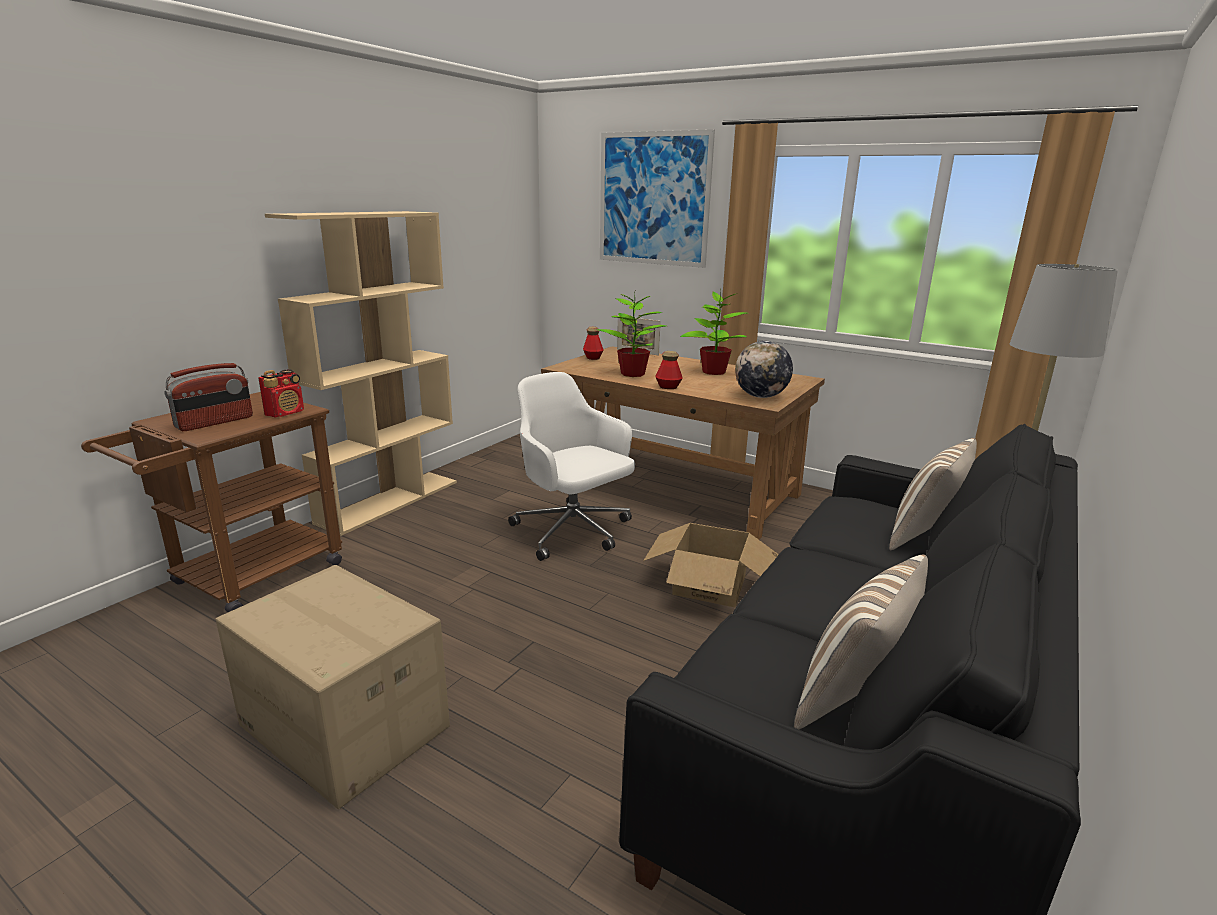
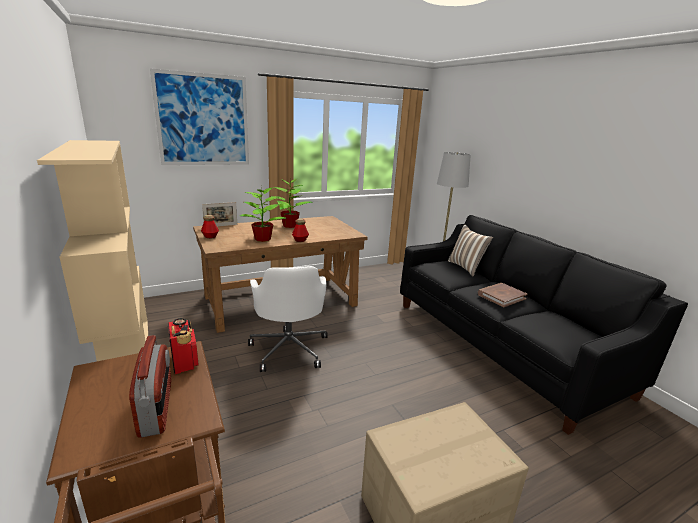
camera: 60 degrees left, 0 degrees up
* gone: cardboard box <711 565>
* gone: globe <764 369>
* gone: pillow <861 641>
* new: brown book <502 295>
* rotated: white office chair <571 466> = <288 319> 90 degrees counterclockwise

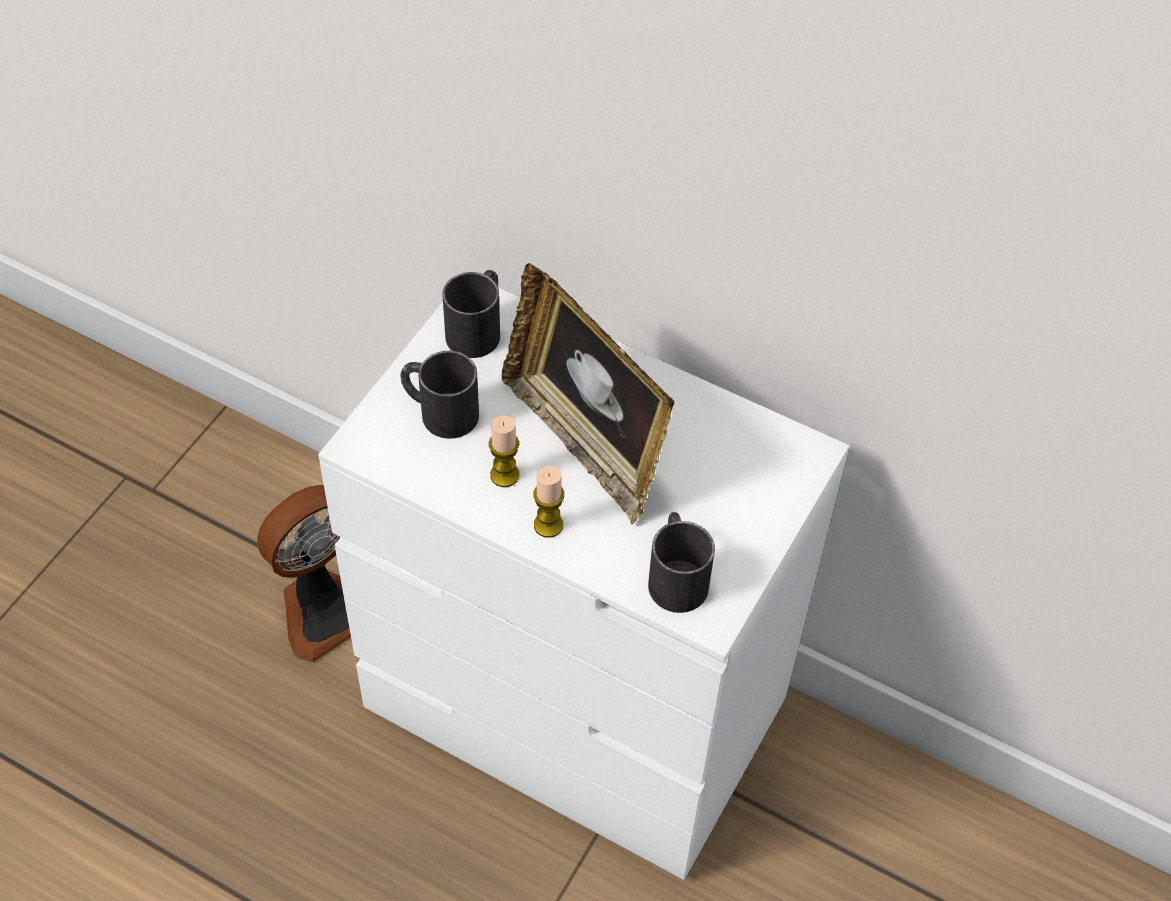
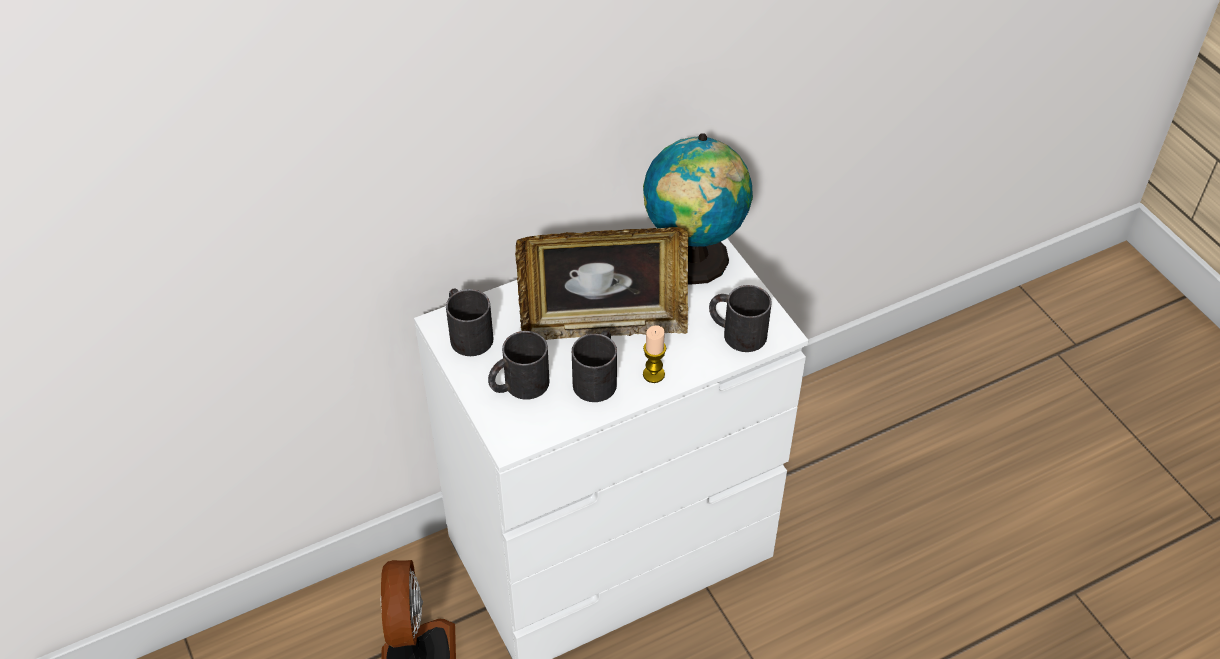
camera: 55 degrees left, 5 degrees down
* new: globe <698 209>
* swapped: candle <504 451> to black mug <594 366>

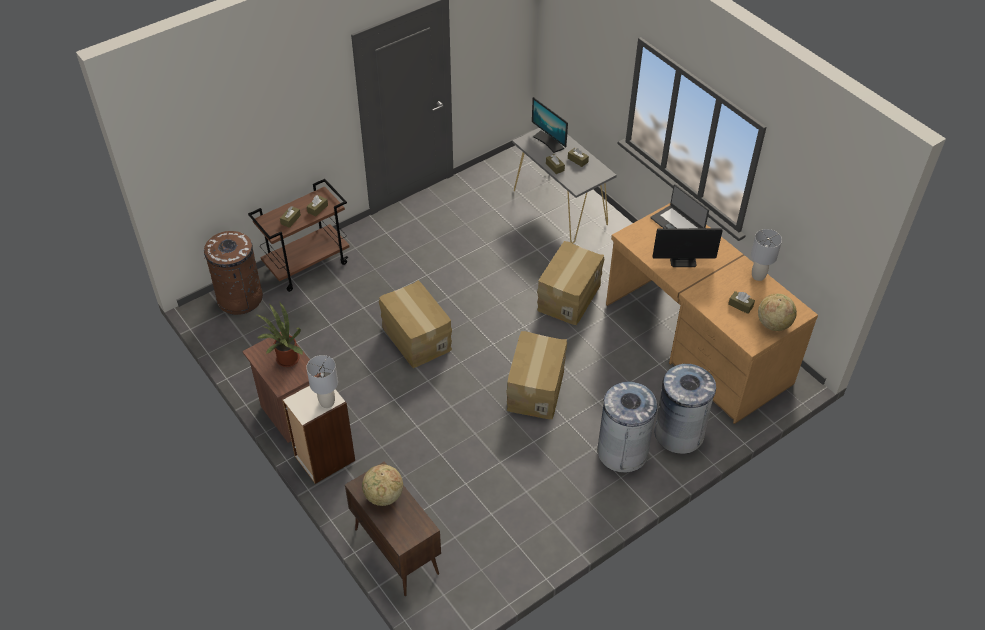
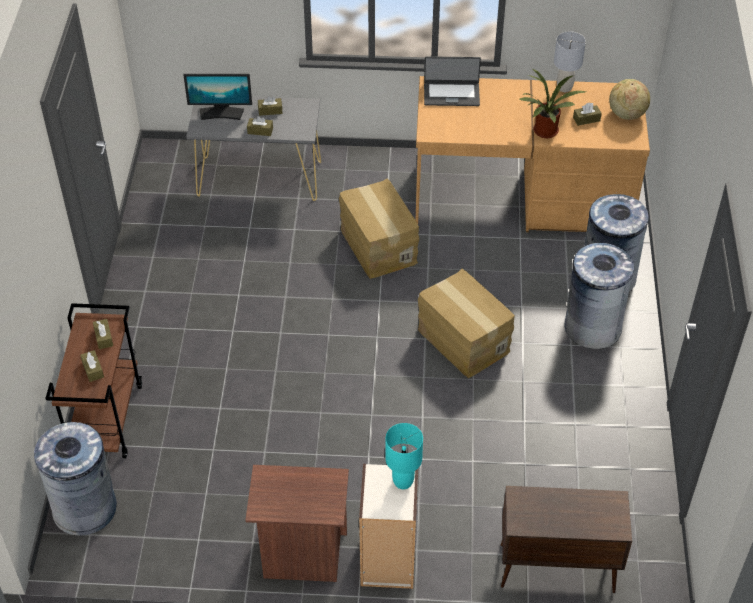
camera: 50 degrees left, 0 degrees up
* gone: globe <382 485>
* gone: cardboard box <415 324>
* gone: monitor <688 247>
* shifted: potted plant <280 335> to <553 103>
* repainted: brown trash can <233 273> to grey trash can <75 479>
* repainted: grey table lamp <322 381> to turquoise table lamp <404 456>

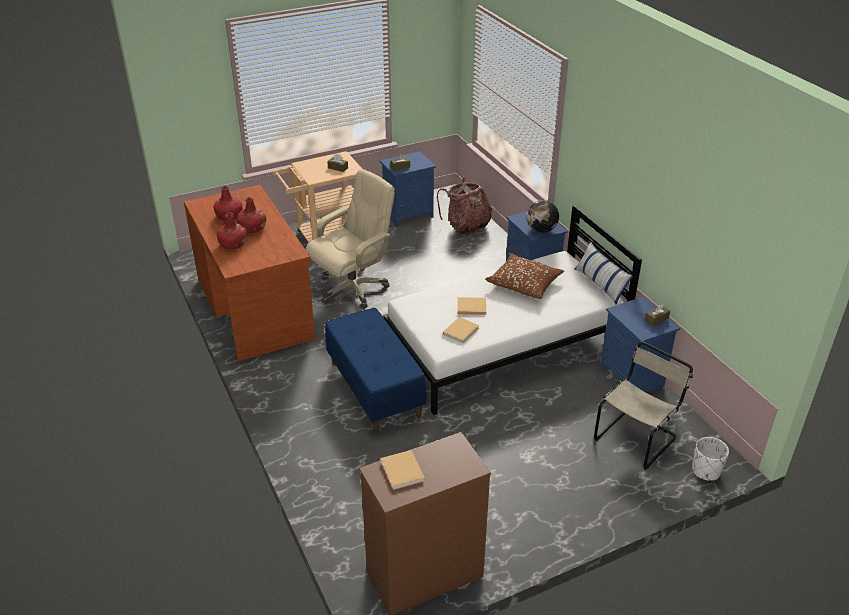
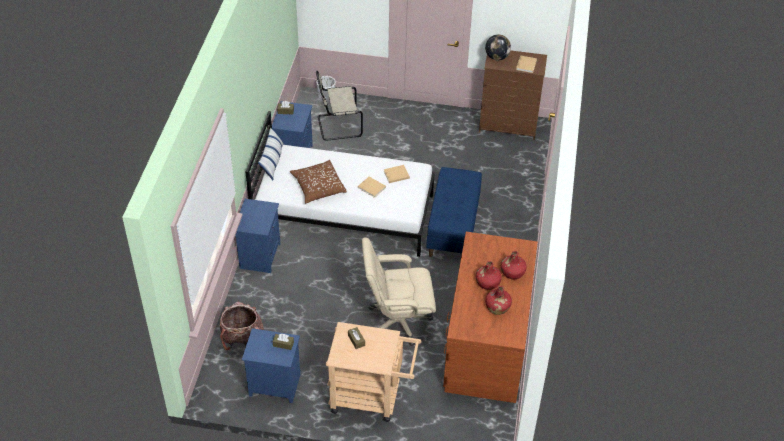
camera: 145 degrees left, 10 degrees up
* shifted: globe <543 216> to <498 47>

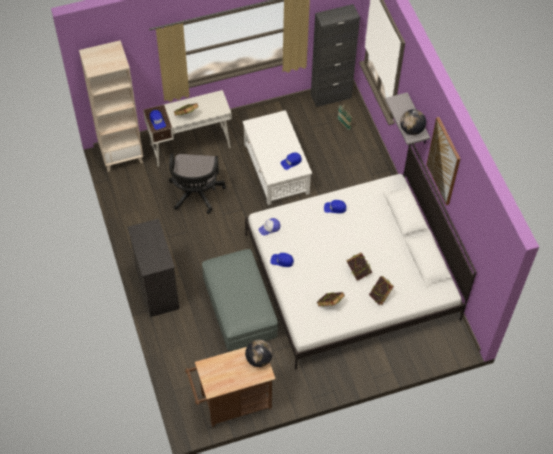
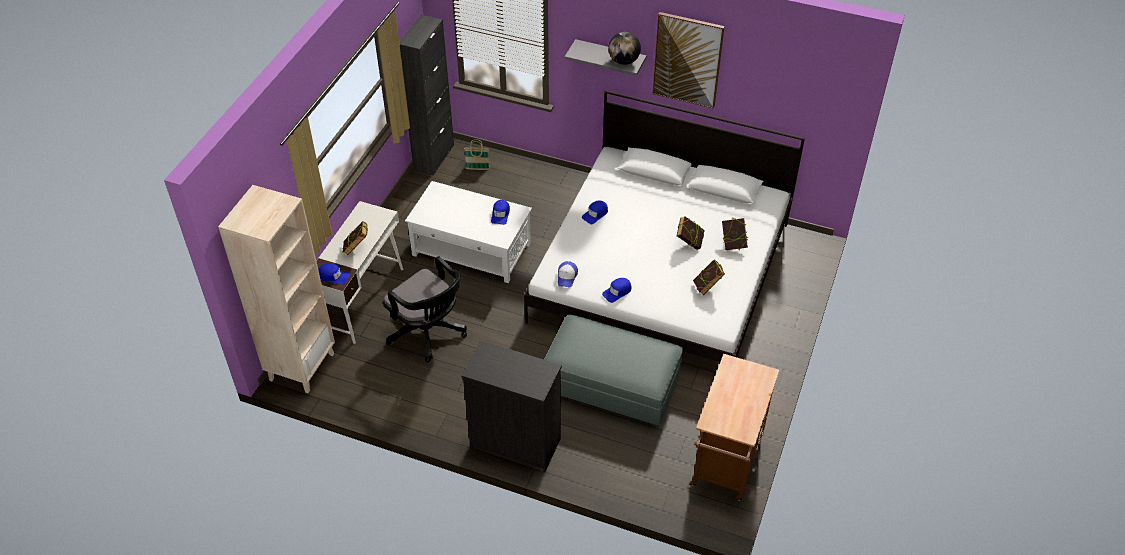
camera: 50 degrees left, 10 degrees down
* gone: globe <259 353>

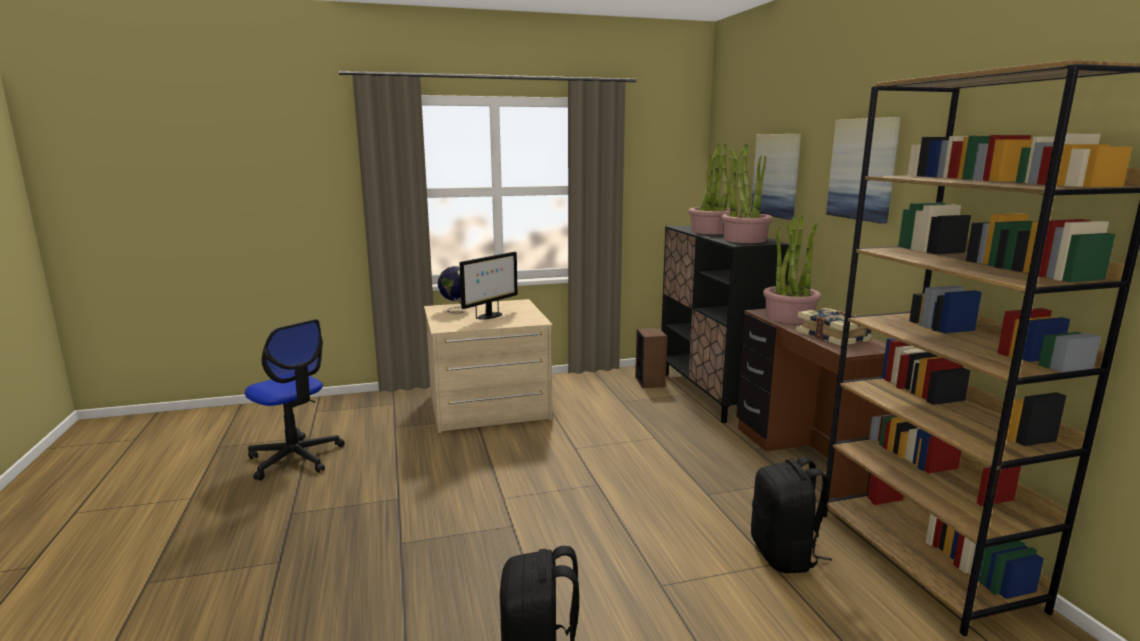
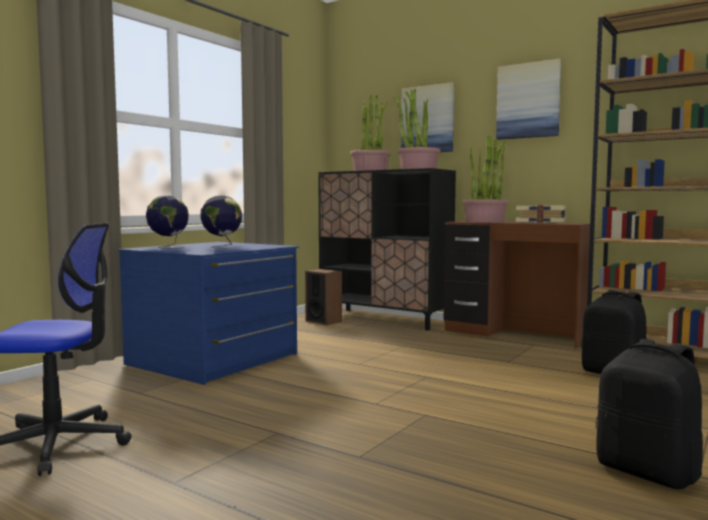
camera: 40 degrees left, 10 degrees down
* swapped: monitor <488 286> to globe <221 222>
* repainted: beige dresser <488 366> to blue dresser <208 313>

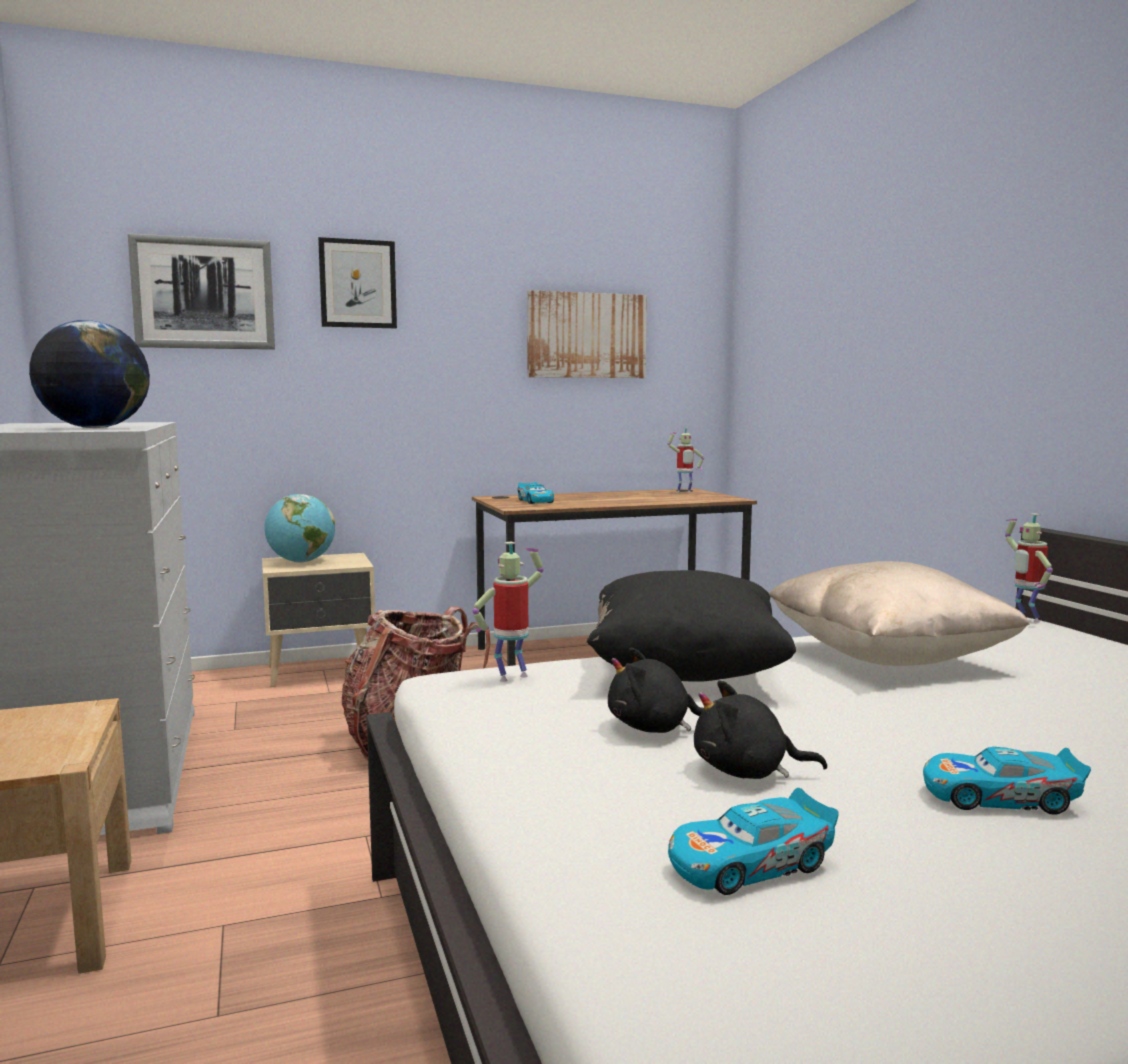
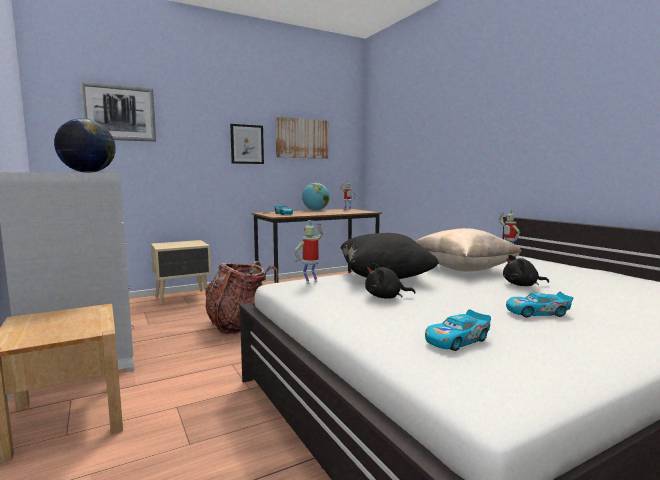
camera: 10 degrees left, 0 degrees up
* shifted: globe <300 528> to <316 197>
* shifted: picture <357 282> to <247 144>
* shifted: black plush toy <760 729> to <526 270>

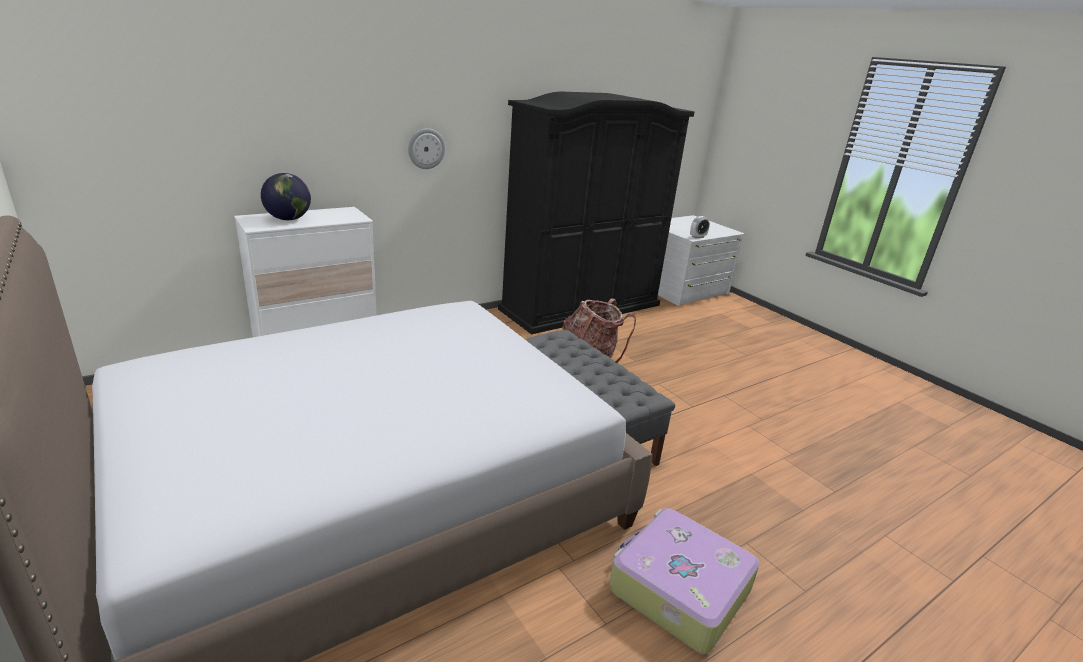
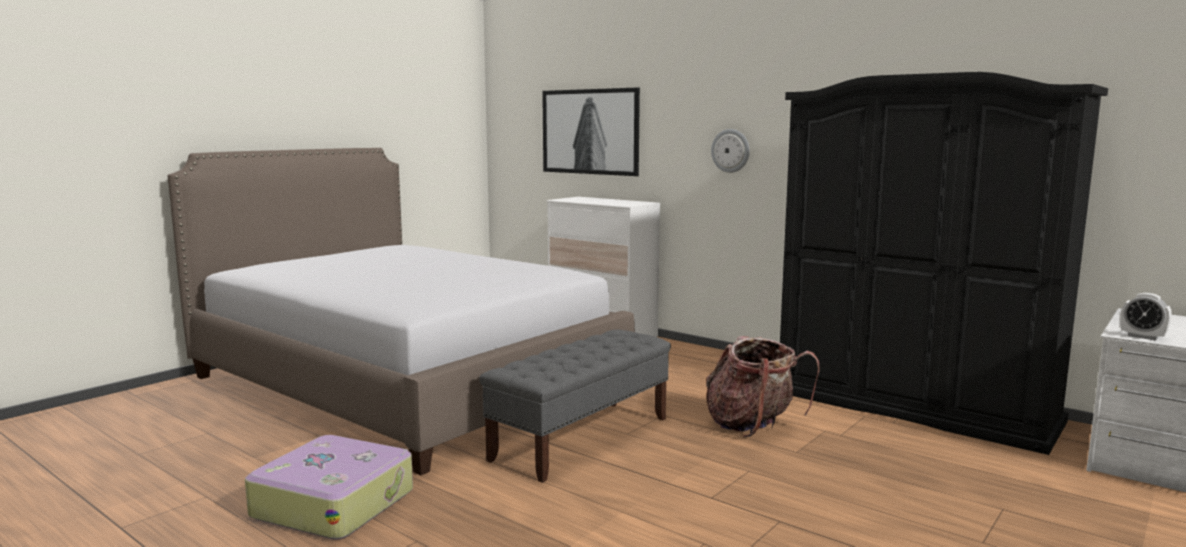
camera: 75 degrees right, 15 degrees down
* gone: globe <286 196>
* new: picture <591 131>

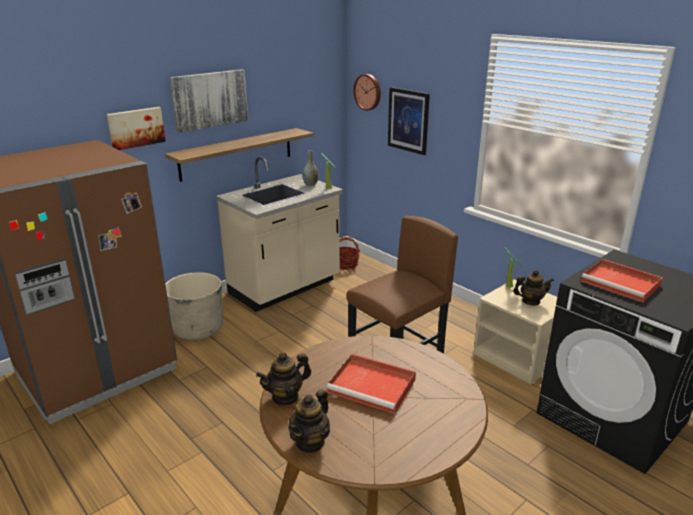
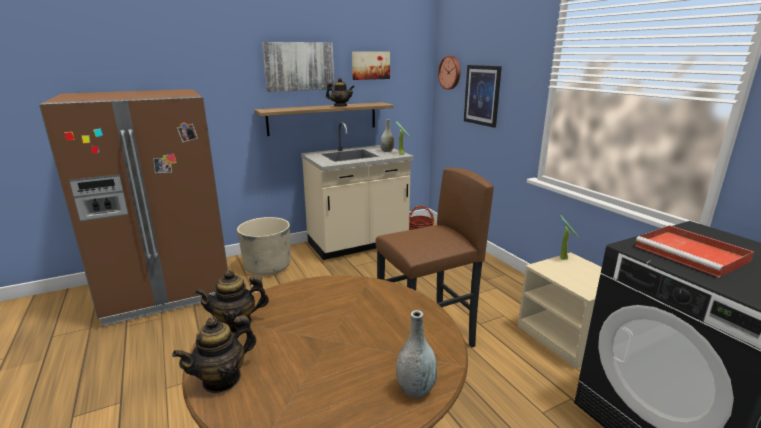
camera: 15 degrees right, 5 degrees down
* gone: red tray <371 384>
* new: grey vase <416 354>
* shifted: picture <136 128> to <371 65>
* shifted: teapot <533 287> to <340 92>

